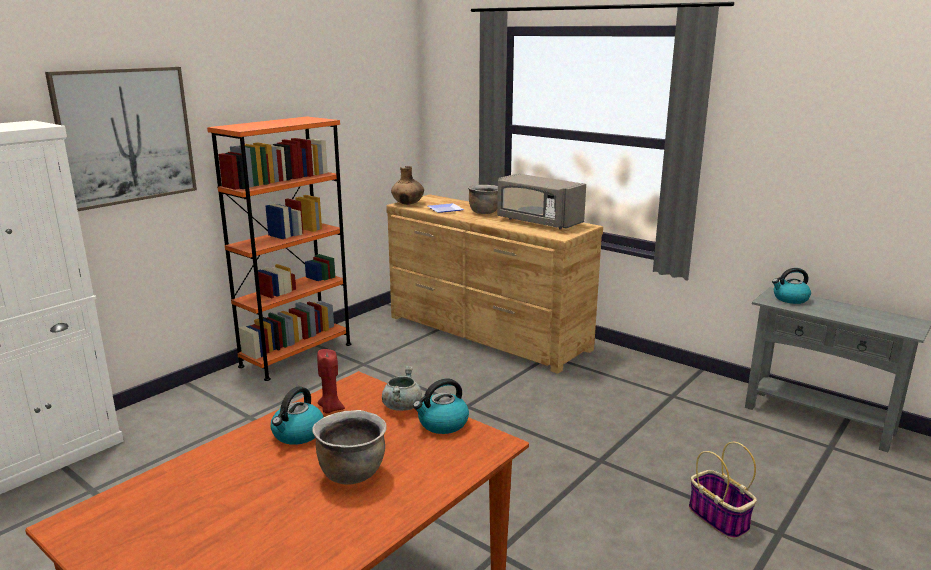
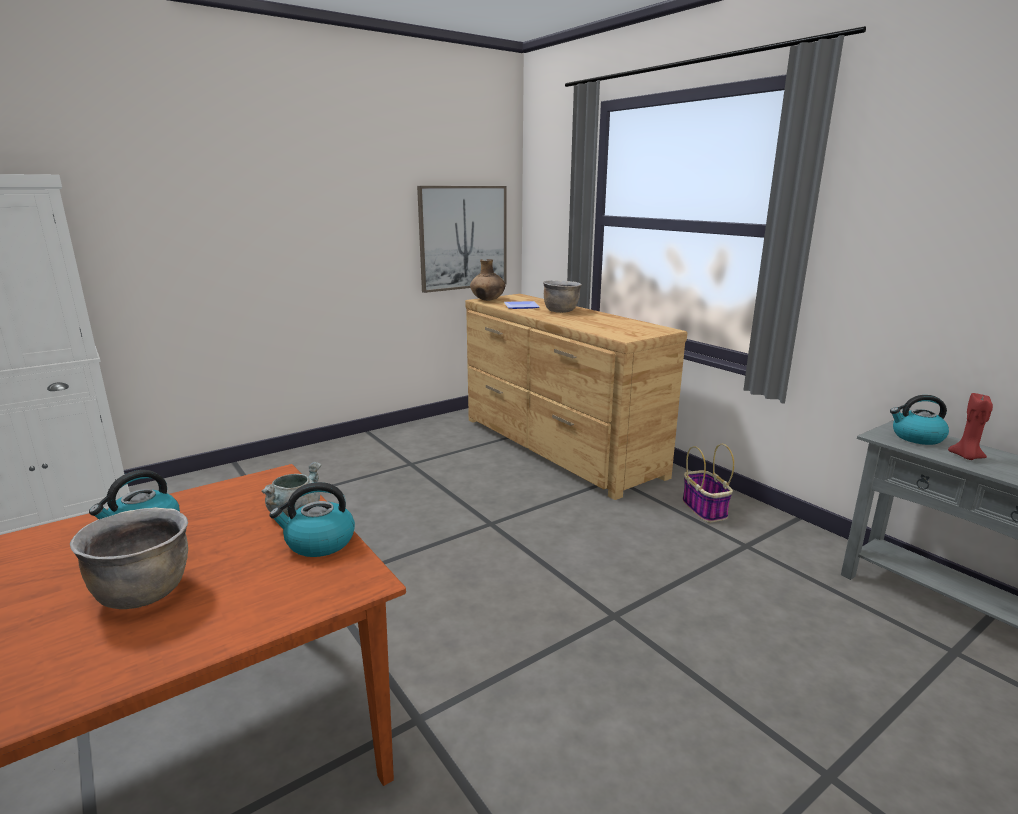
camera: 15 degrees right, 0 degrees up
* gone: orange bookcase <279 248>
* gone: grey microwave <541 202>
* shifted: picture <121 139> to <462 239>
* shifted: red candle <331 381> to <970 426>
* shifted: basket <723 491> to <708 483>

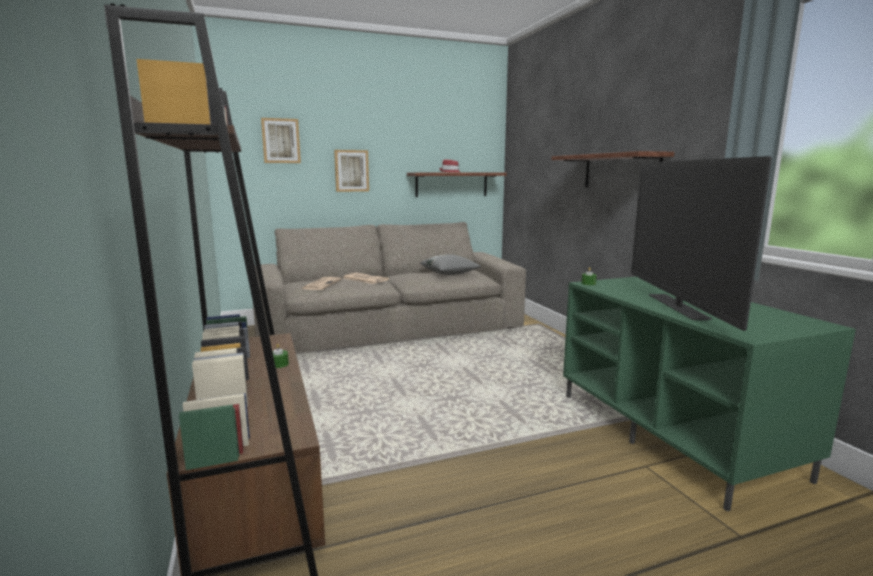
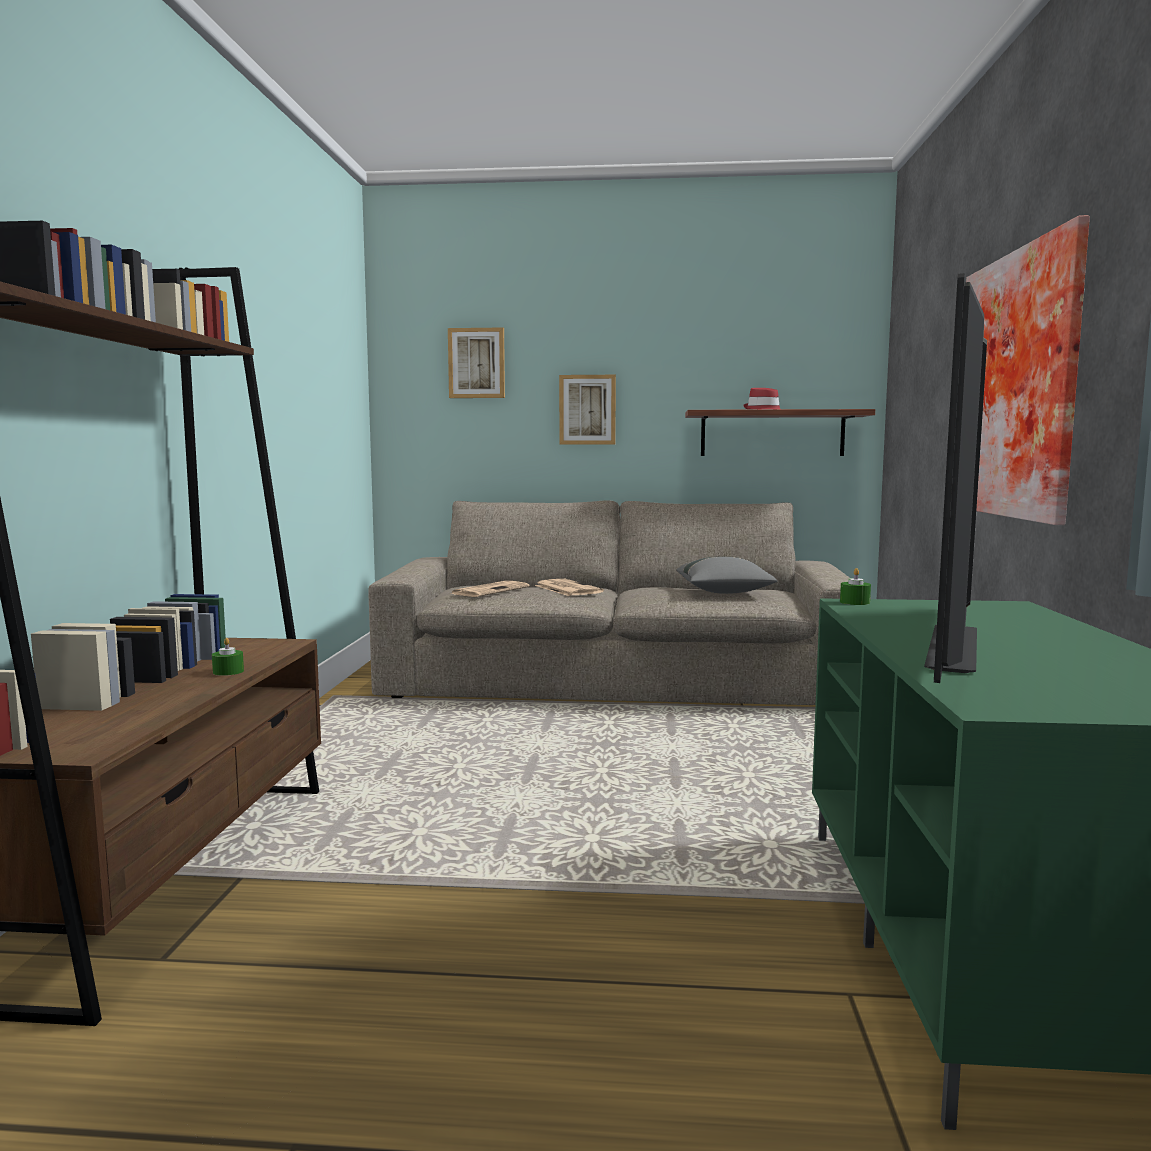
camera: 25 degrees right, 5 degrees down
* swapped: shelf <612 169> to picture <1028 370>

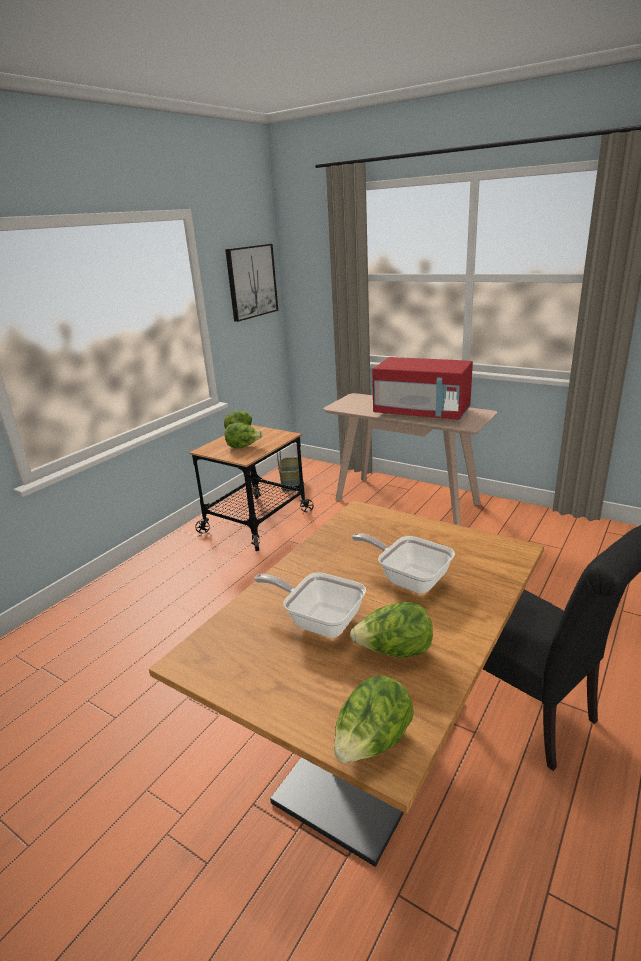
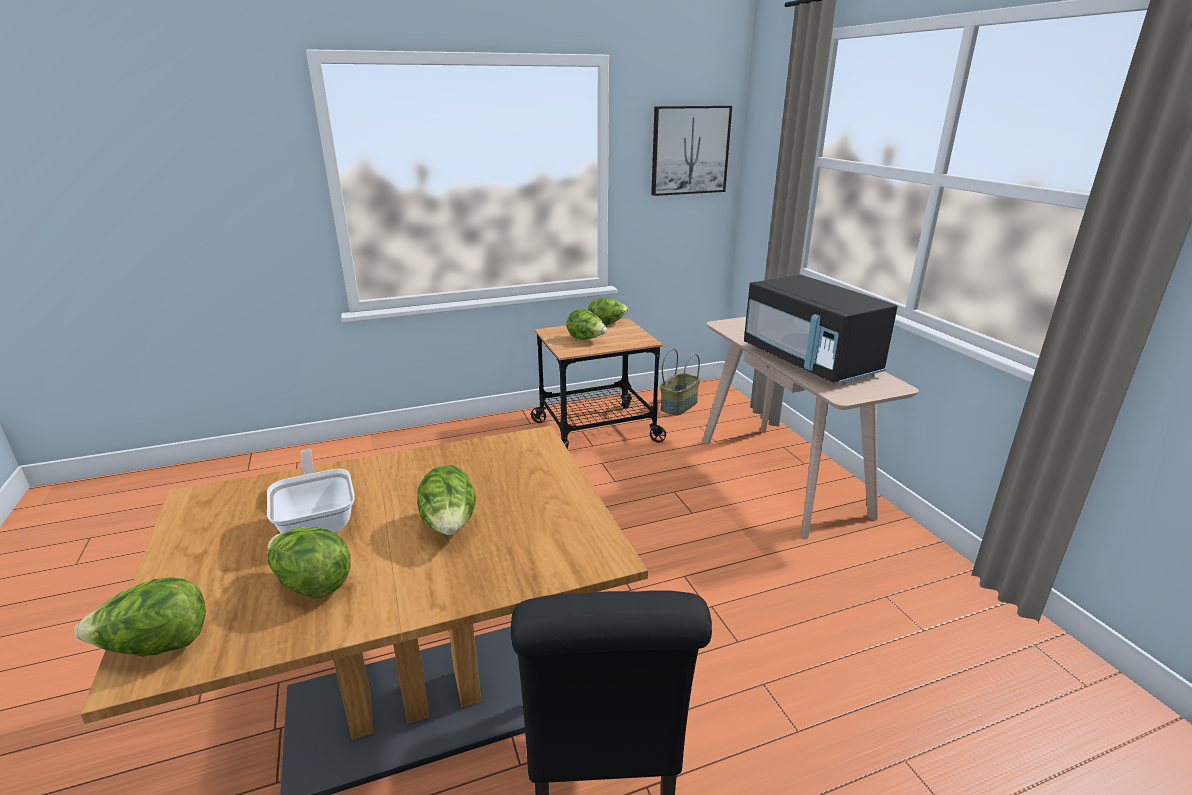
camera: 35 degrees right, 0 degrees up
* swapped: frying pan <403 563> to lettuce <446 500>
* repainted: red microwave <422 389> to black microwave <821 330>

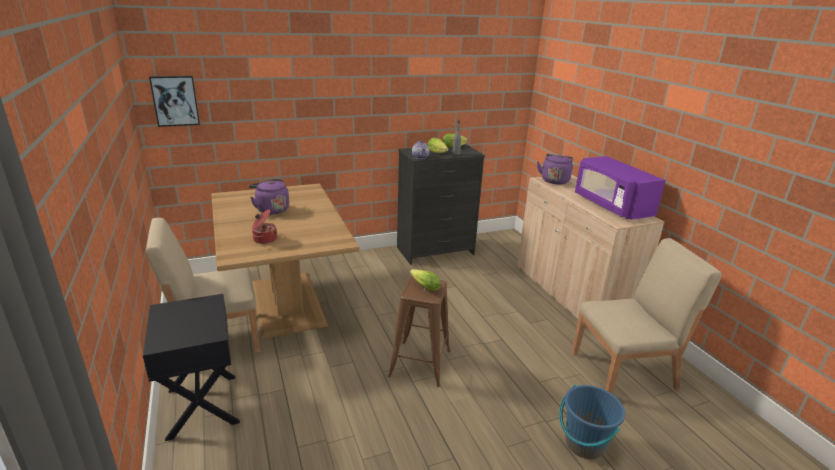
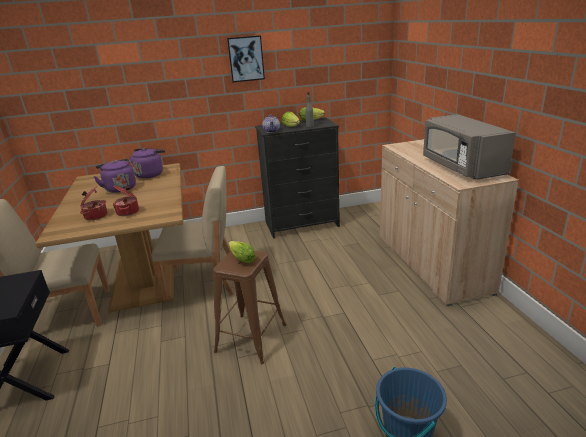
camera: 10 degrees right, 0 degrees up
* new: cooking pot <126 201>
* shifted: picture <174 101> to <246 58>
* shifted: purple kettle <555 169> to <147 163>
* shifted: beige chair <647 316> to <193 233>
* repainted: purple microwave <620 188> to grey microwave <469 147>

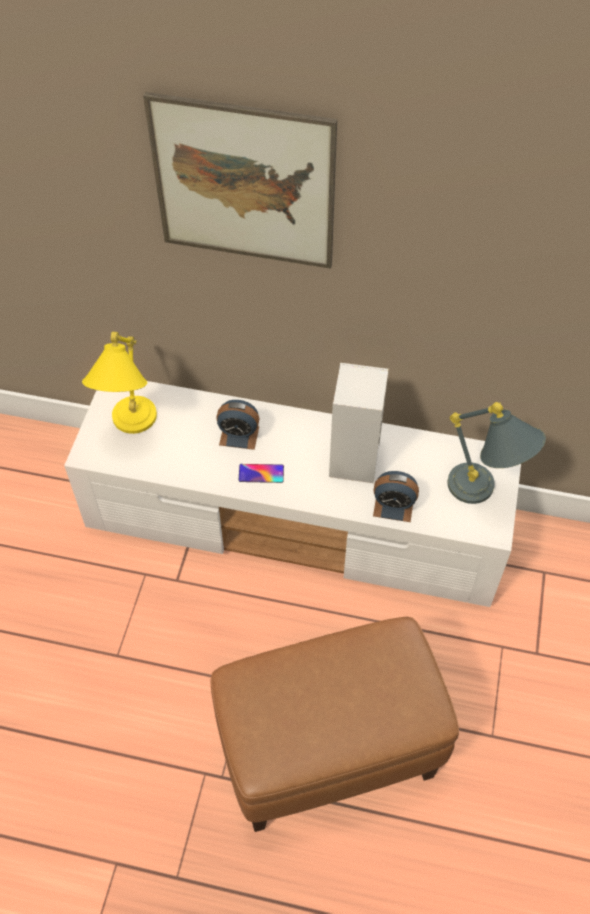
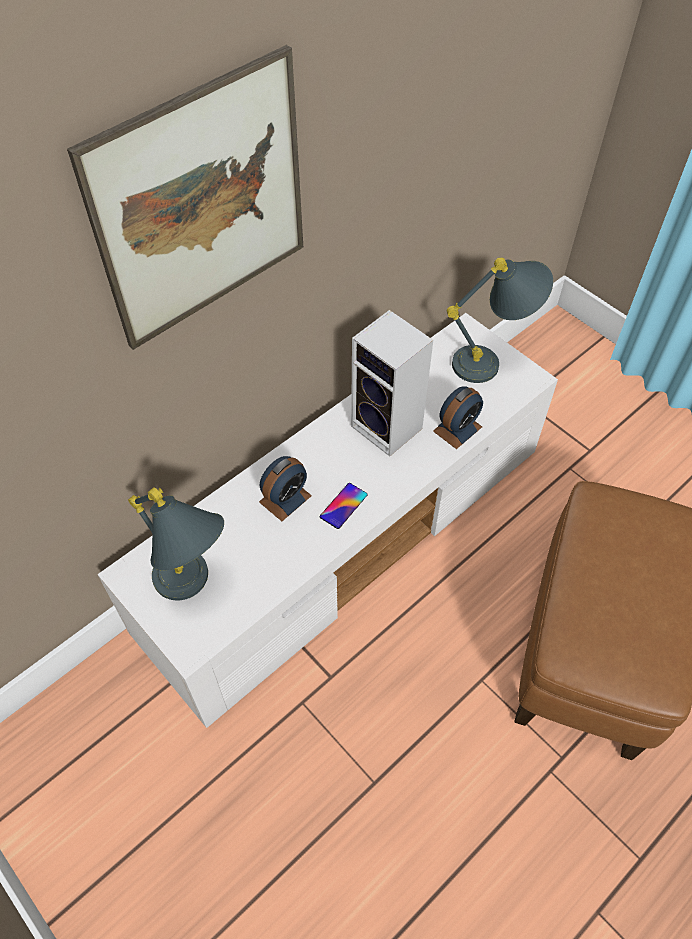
camera: 55 degrees left, 0 degrees up
* repainted: yellow table lamp <119 383> to grey table lamp <176 543>

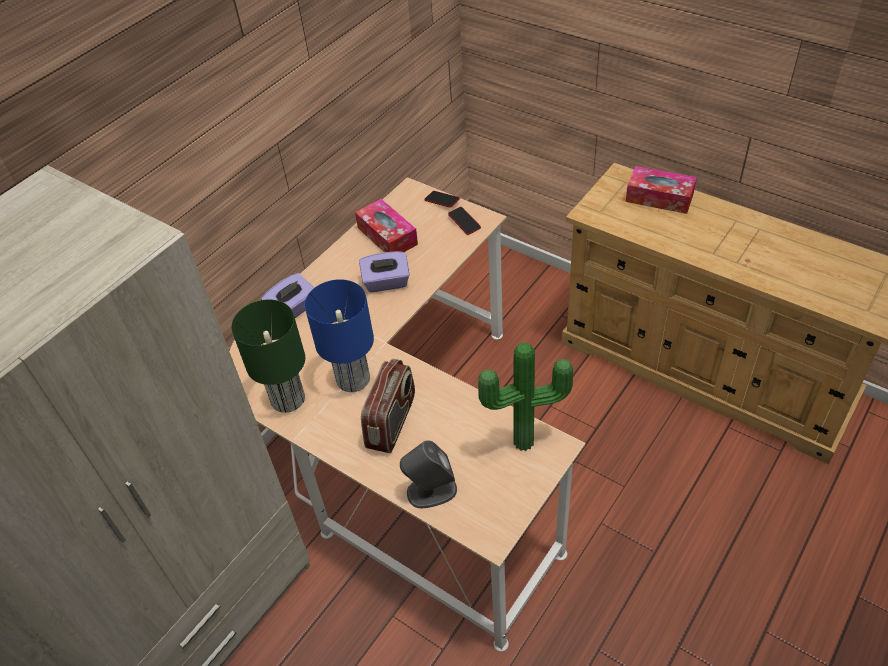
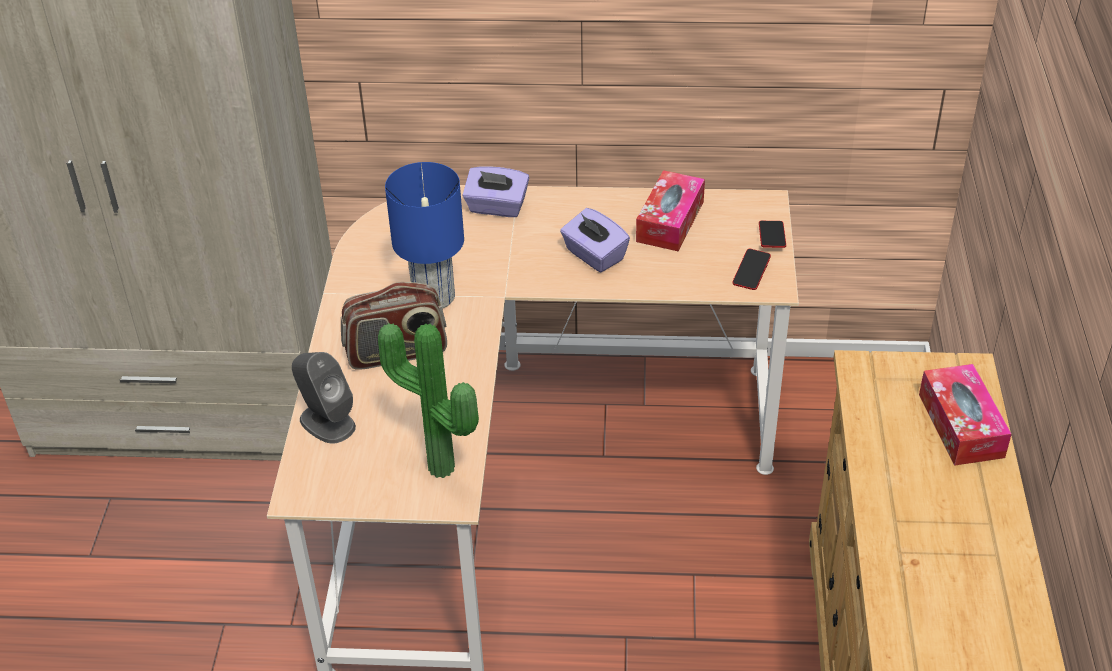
camera: 55 degrees right, 5 degrees down
* gone: green table lamp <268 356>

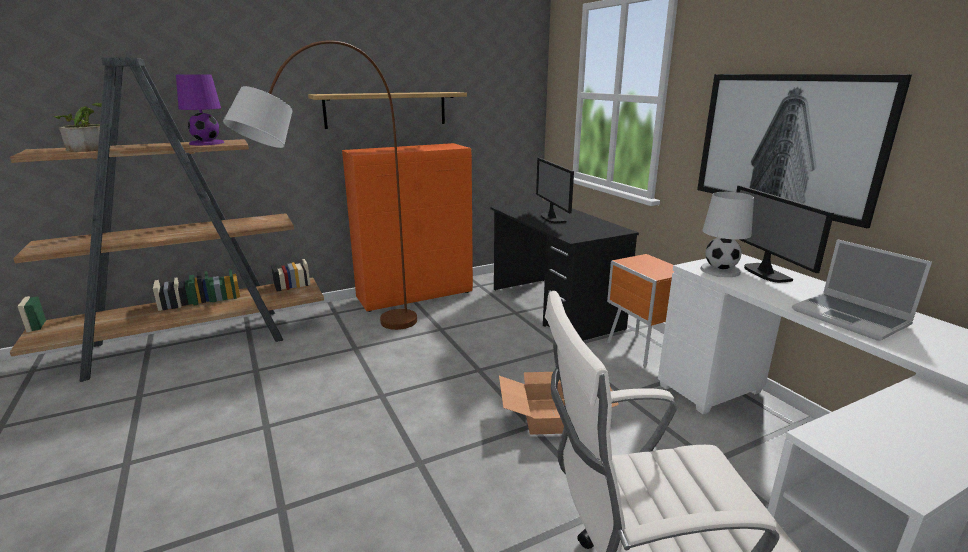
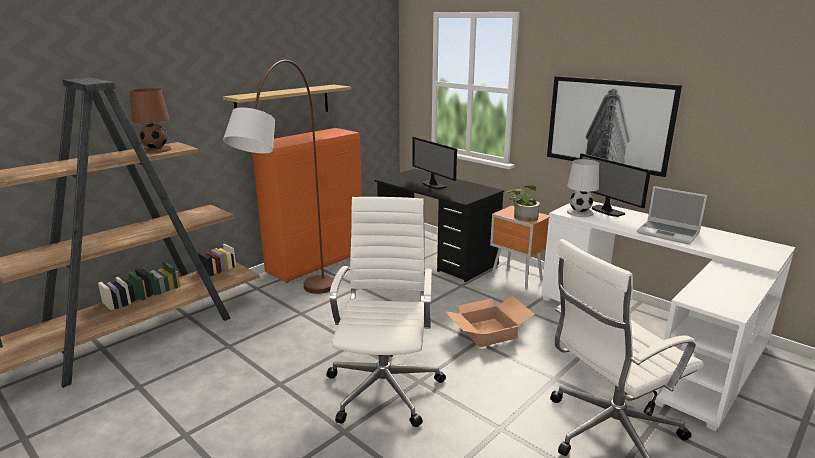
camera: 20 degrees left, 0 degrees up
* new: white office chair <386 312>
* shifted: potted plant <82 127> to <523 203>
* repainted: purple table lamp <200 109> to brown table lamp <150 120>

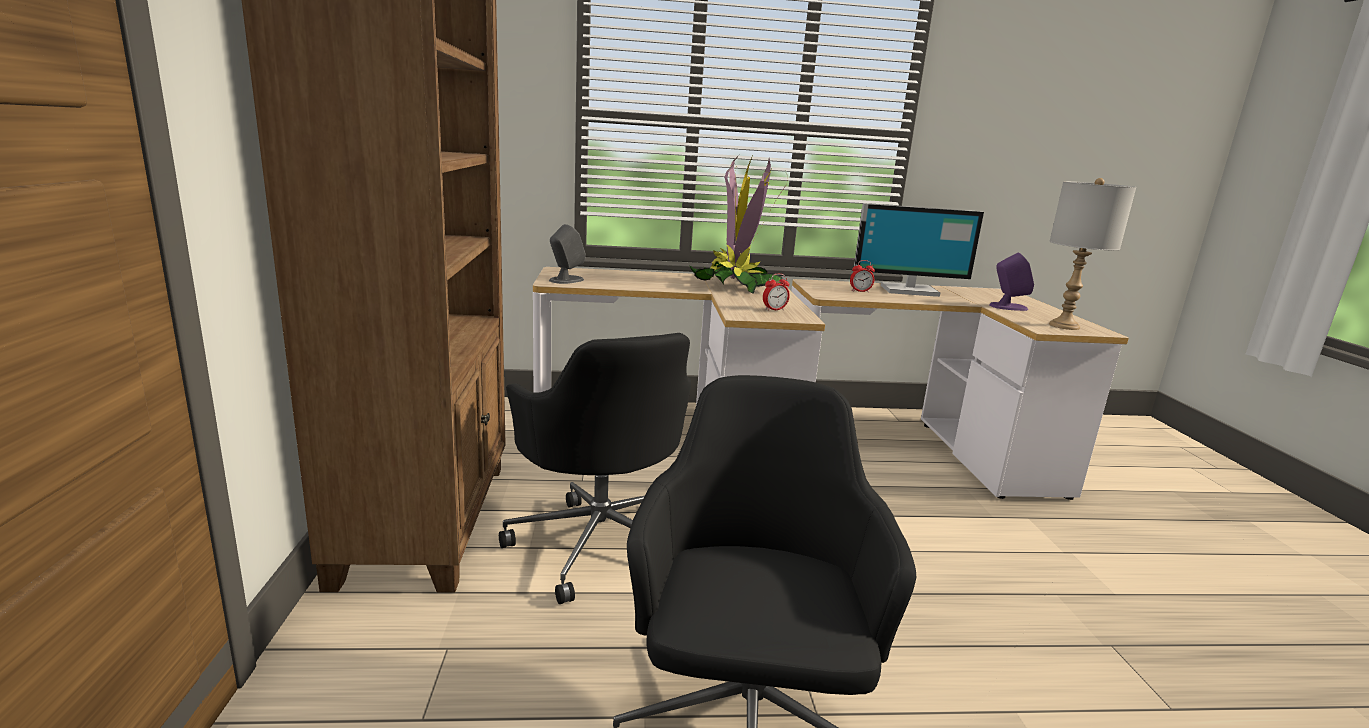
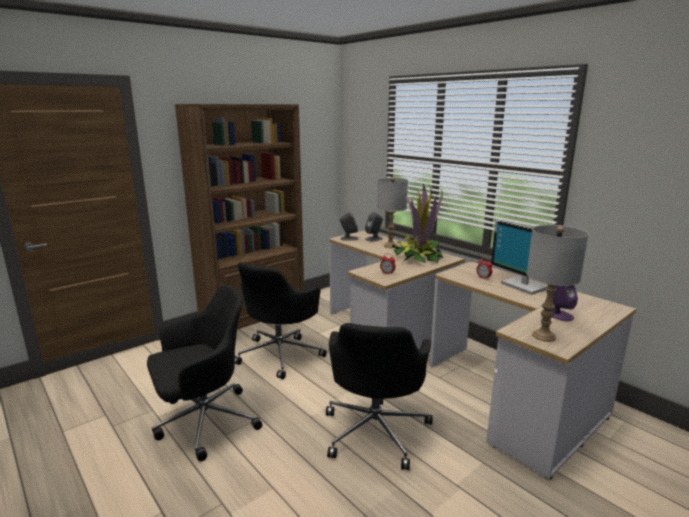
camera: 55 degrees right, 0 degrees up
* new: black office chair <379 396>
* new: grey speaker <374 226>
* new: grey table lamp <392 212>

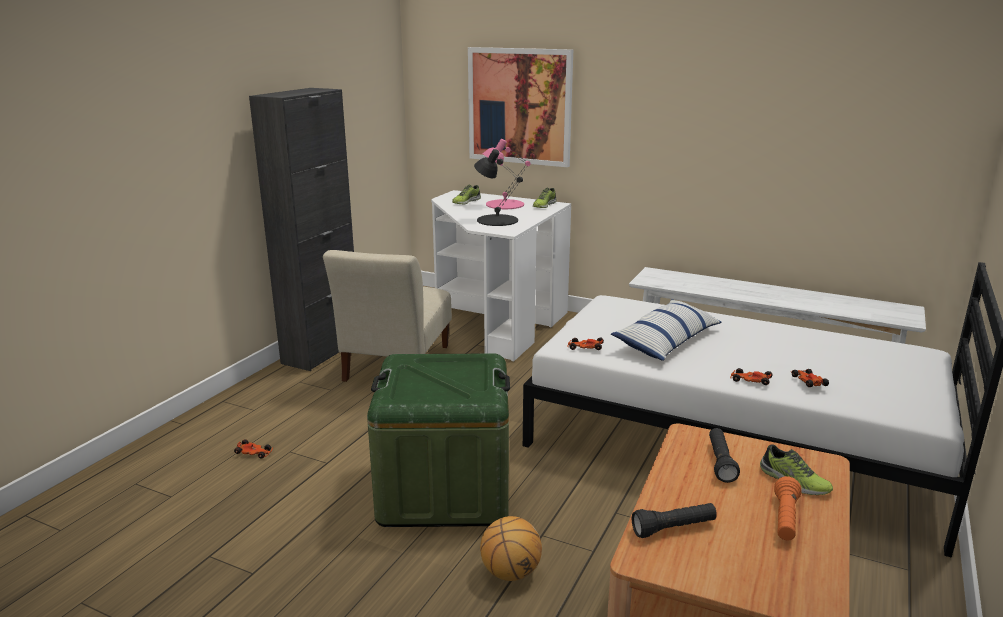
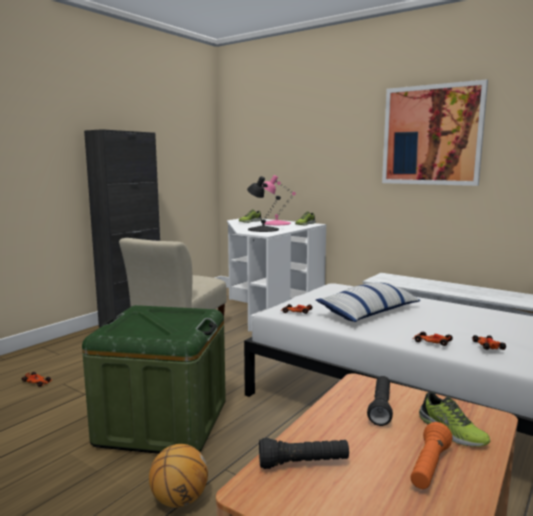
camera: 10 degrees right, 10 degrees down
* shifted: picture <520 107> to <435 132>

